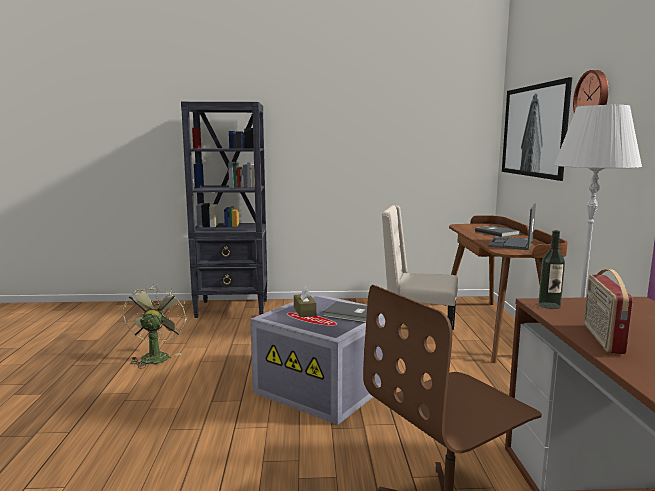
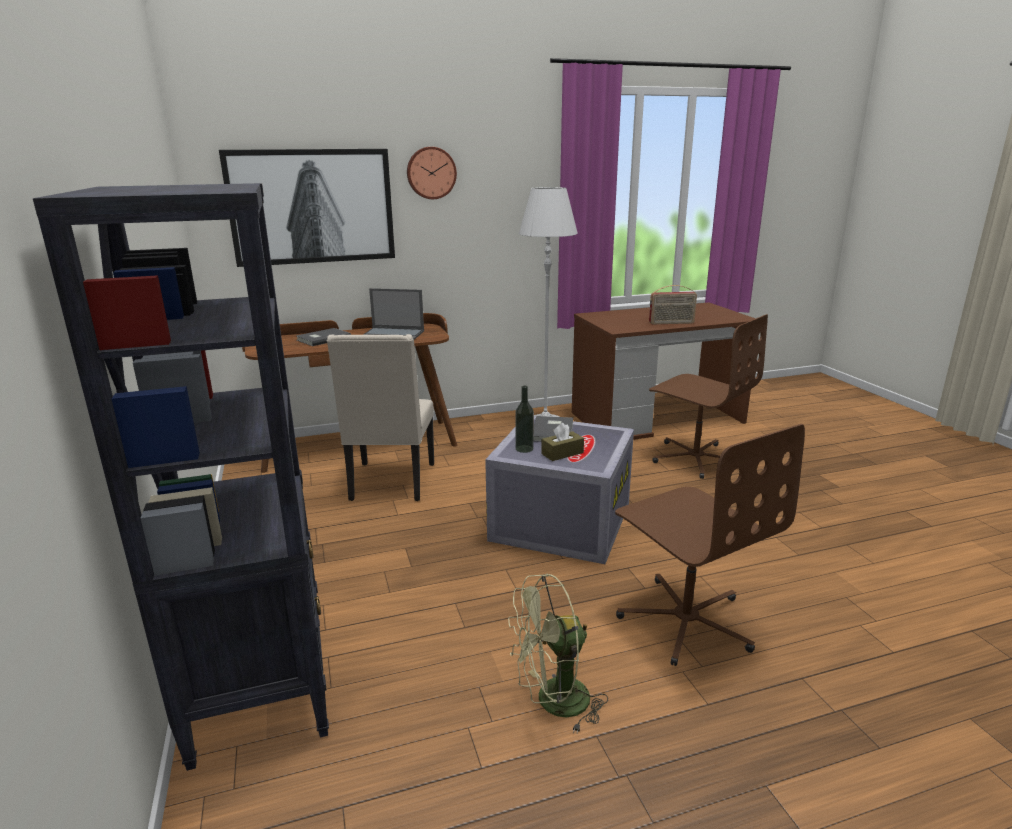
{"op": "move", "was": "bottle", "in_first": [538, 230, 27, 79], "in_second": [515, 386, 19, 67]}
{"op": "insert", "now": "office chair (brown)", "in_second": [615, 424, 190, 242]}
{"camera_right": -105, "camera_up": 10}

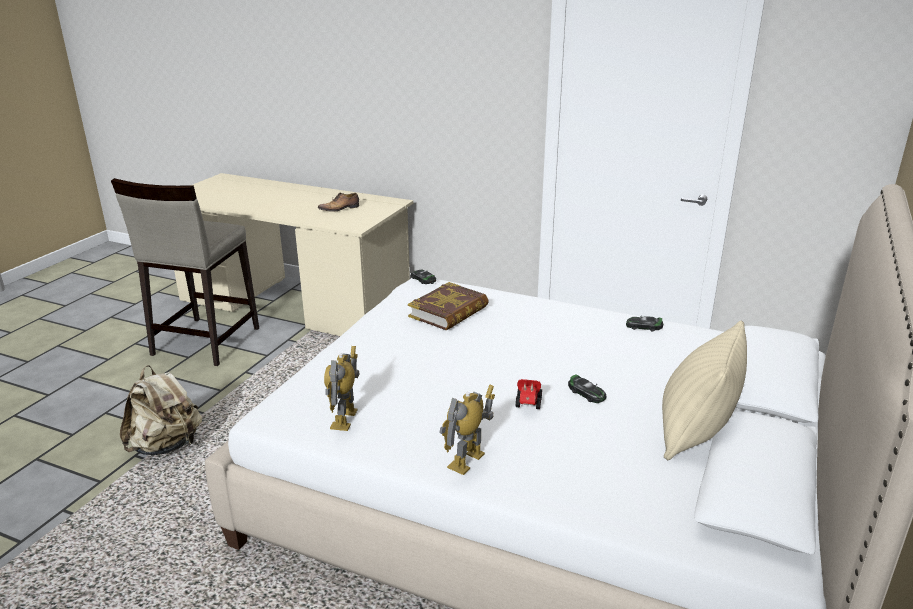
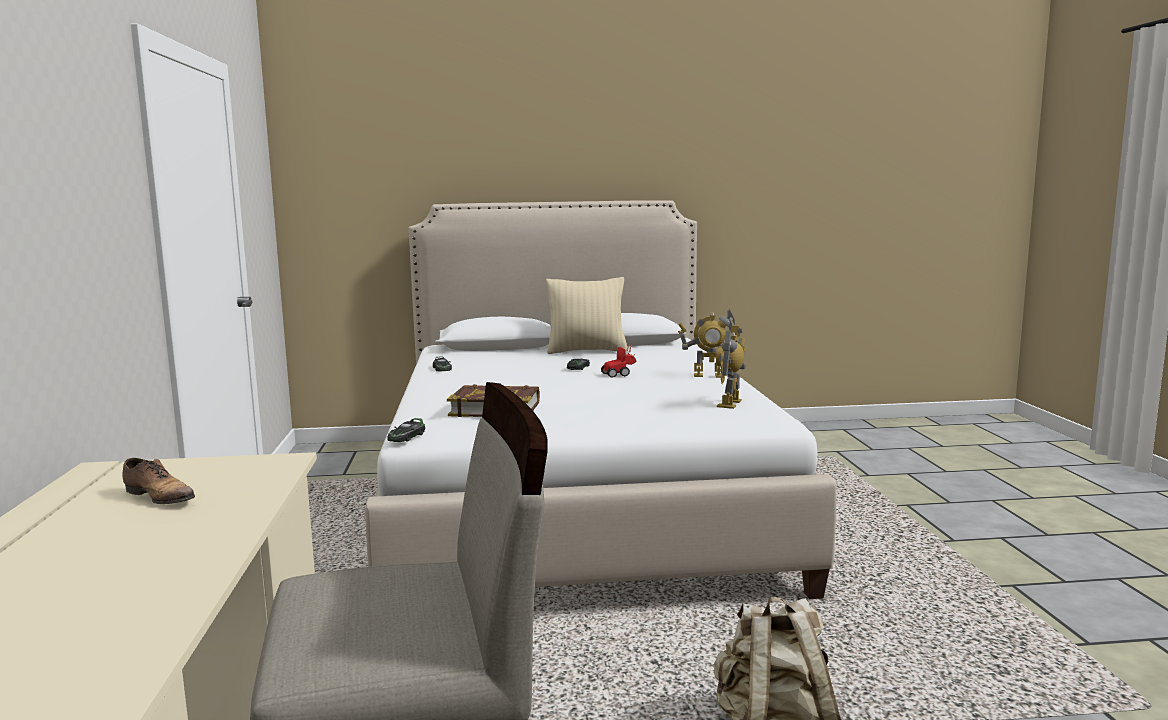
{"op": "rotate", "was": "toy robot", "in_first": [324, 346, 36, 85], "in_second": [716, 331, 30, 78], "clockwise": 135}
{"camera_right": -120, "camera_up": -15}

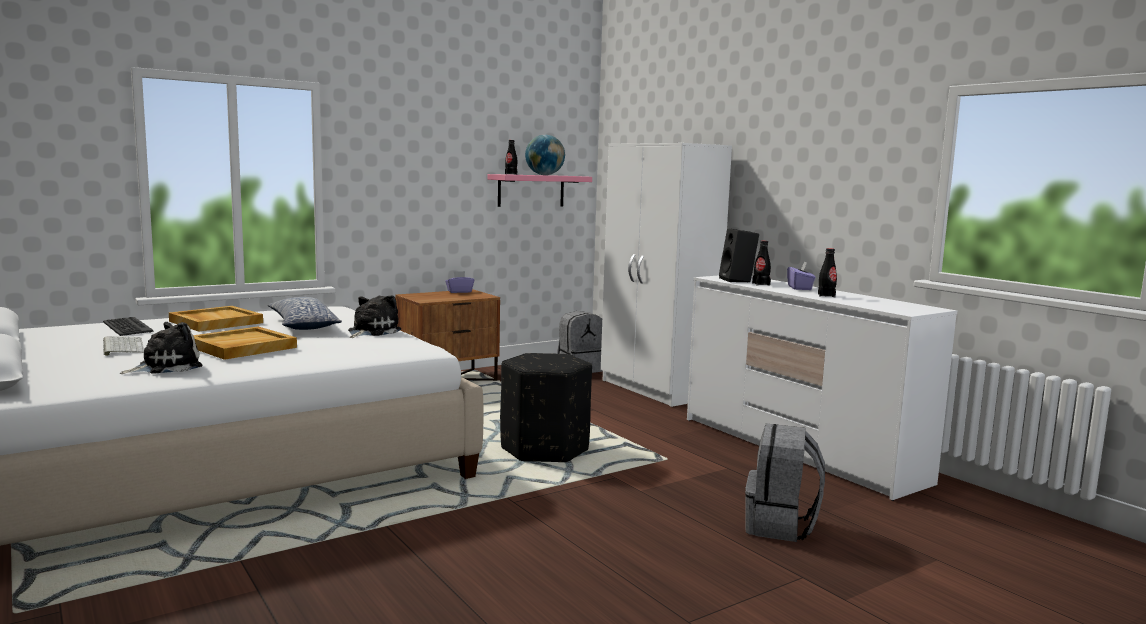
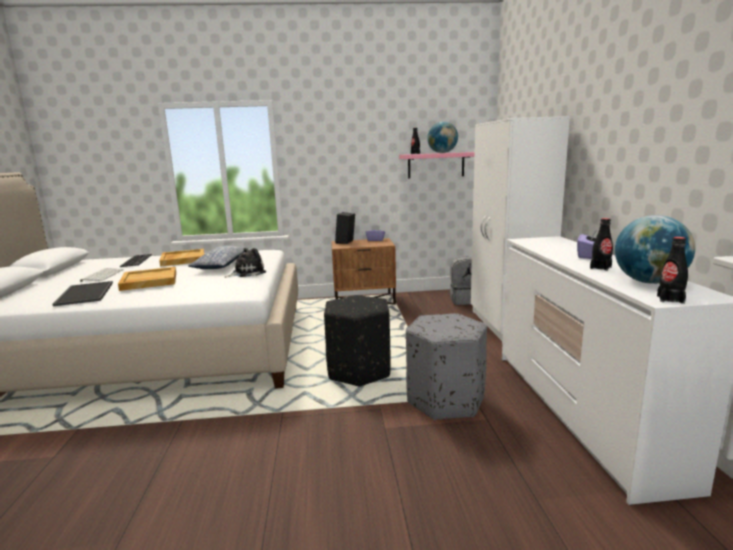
{"op": "replace", "was": "plush toy", "now": "tray", "in_first": [120, 322, 83, 52], "in_second": [53, 281, 60, 25]}
{"op": "move", "was": "speaker (black)", "in_first": [719, 228, 40, 54], "in_second": [335, 212, 20, 32]}
{"op": "delete", "was": "backpack (grey)", "in_first": [745, 424, 80, 118]}
{"op": "move", "was": "bottle (black)", "in_first": [752, 241, 19, 45], "in_second": [657, 237, 31, 67]}
{"op": "insert", "now": "ottoman (grey)", "in_second": [406, 313, 81, 107]}
{"op": "insert", "now": "globe", "in_second": [615, 215, 80, 69]}
{"camera_right": 30, "camera_up": 5}

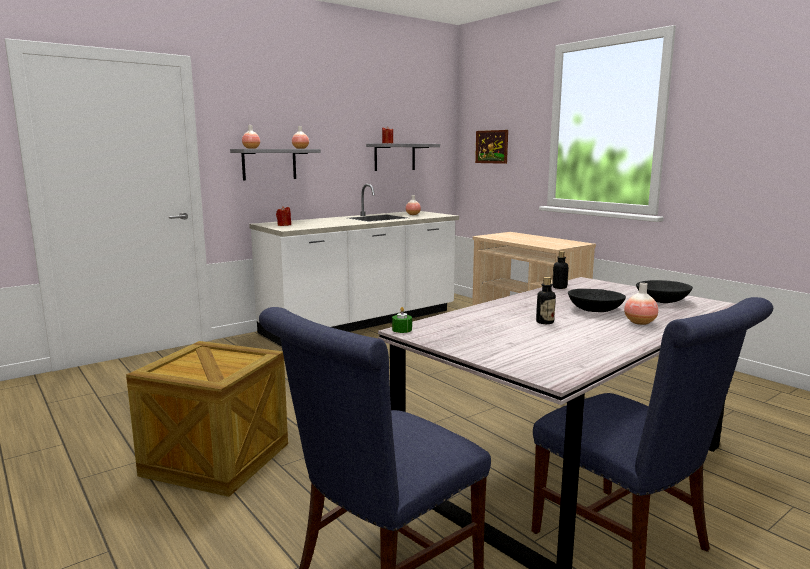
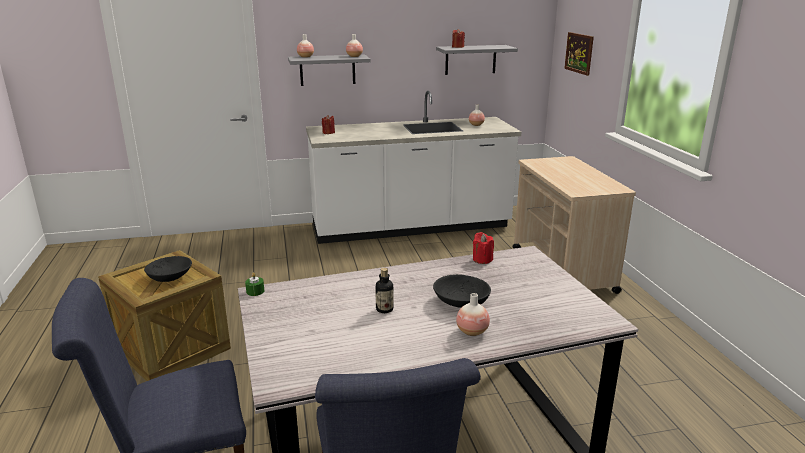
{"op": "replace", "was": "bottle", "now": "candle (red)", "in_first": [552, 251, 17, 38], "in_second": [473, 232, 21, 32]}
{"op": "move", "was": "bowl (black)", "in_first": [636, 280, 57, 23], "in_second": [144, 256, 48, 26]}
{"camera_right": 25, "camera_up": 10}

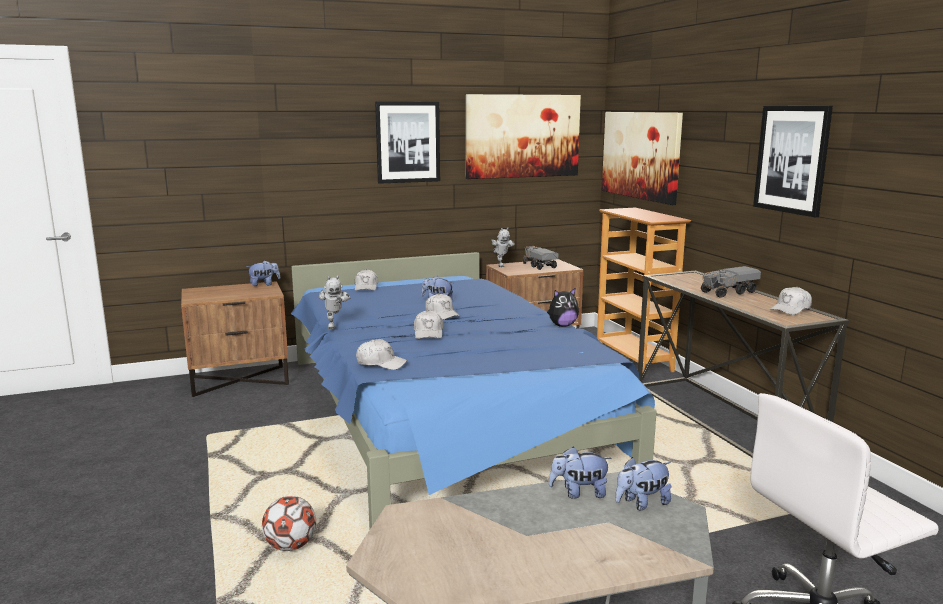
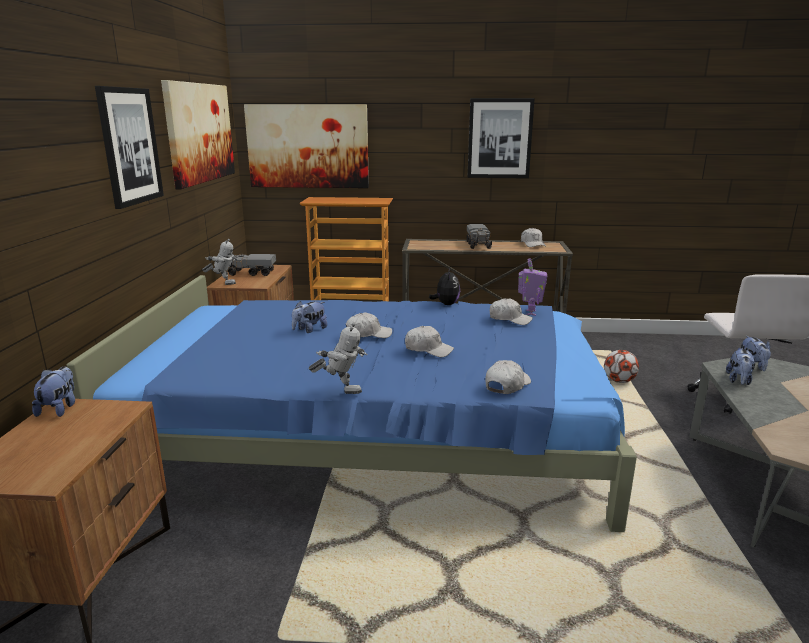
{"op": "move", "was": "football", "in_first": [262, 496, 54, 55], "in_second": [604, 350, 35, 33]}
{"op": "move", "was": "cap (white)", "in_first": [355, 269, 23, 22], "in_second": [490, 298, 43, 27]}
{"op": "insert", "now": "toy robot", "in_second": [518, 258, 29, 58]}
{"camera_right": -65, "camera_up": 5}

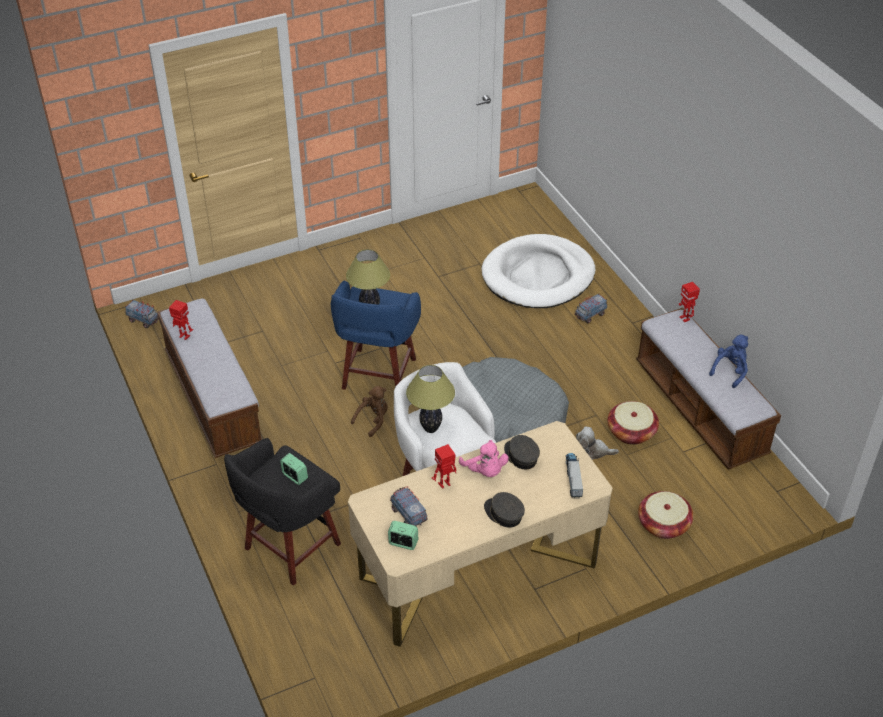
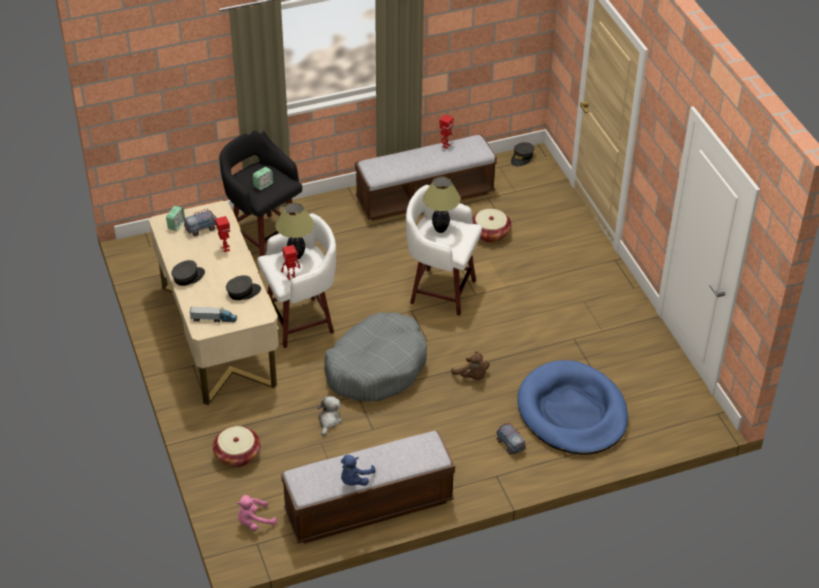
{"op": "replace", "was": "toy truck", "now": "cap (grey)", "in_first": [125, 300, 34, 28], "in_second": [511, 142, 23, 25]}
{"op": "recolor", "was": "stool (blue)", "now": "stool (white)", "in_first": [331, 281, 90, 109], "in_second": [406, 185, 76, 131]}
{"op": "move", "was": "plush toy (brown)", "in_first": [351, 386, 37, 51], "in_second": [451, 351, 38, 29]}
{"op": "move", "was": "plush toy (pink)", "in_first": [459, 440, 50, 37], "in_second": [236, 495, 41, 36]}
{"op": "recolor", "was": "dog bed (white)", "now": "dog bed (blue)", "in_first": [481, 234, 114, 74], "in_second": [517, 360, 111, 95]}
{"op": "move", "was": "basket", "in_first": [608, 401, 51, 44], "in_second": [472, 209, 40, 34]}
{"op": "move", "was": "toy robot", "in_first": [678, 282, 22, 40], "in_second": [281, 245, 19, 35]}
{"op": "rotate", "was": "plush toy (blue)", "in_first": [709, 335, 39, 53], "in_second": [341, 455, 35, 31], "clockwise": 75}
{"camera_right": 95, "camera_up": 0}

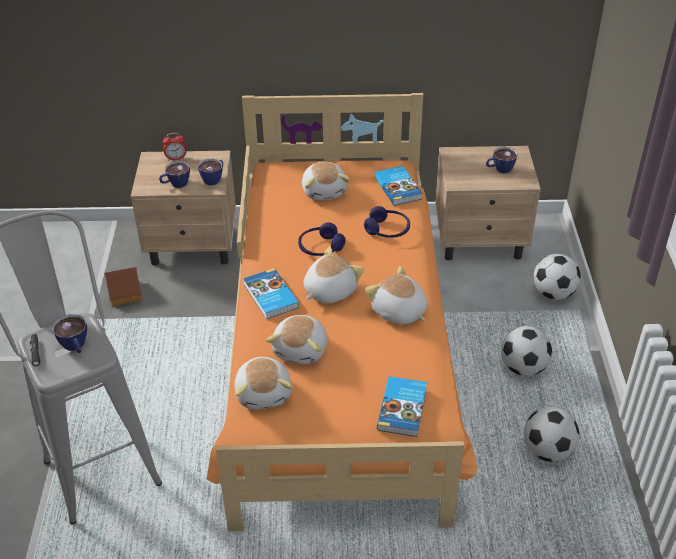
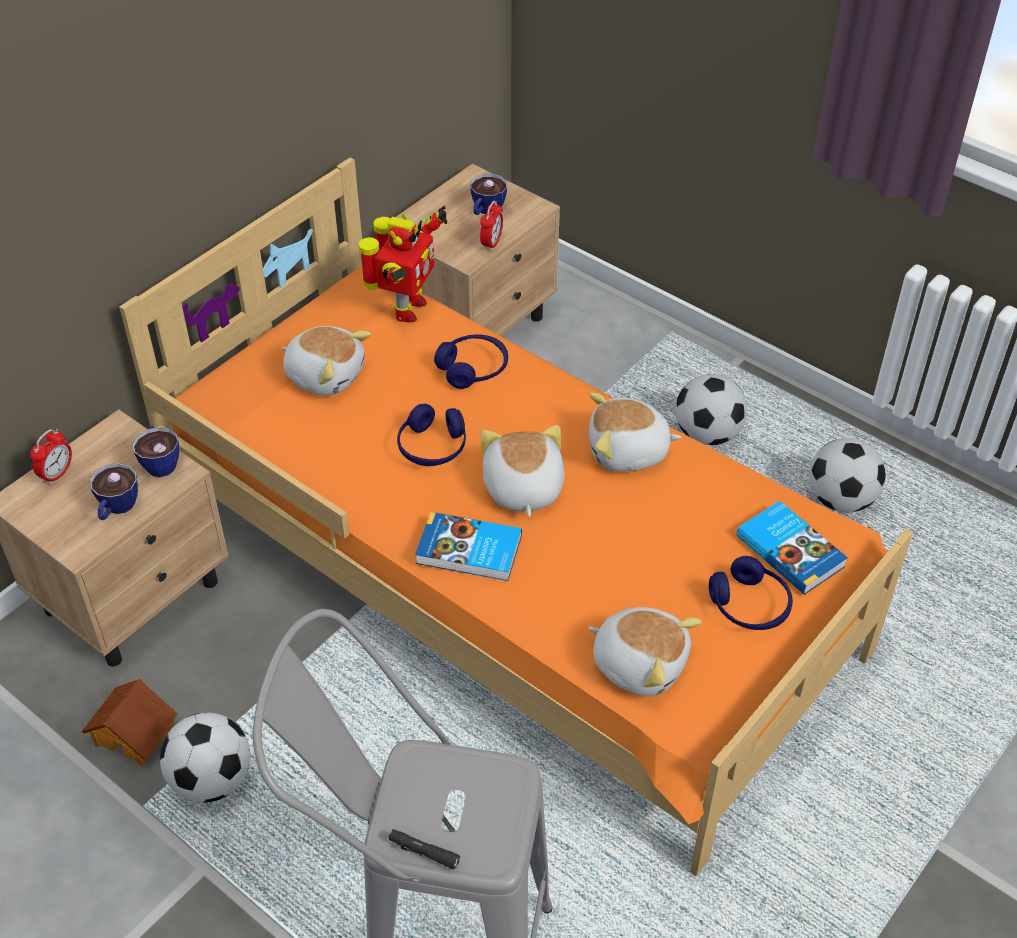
{"op": "delete", "was": "cup", "in_first": [52, 314, 35, 39]}
{"op": "delete", "was": "plush toy", "in_first": [266, 315, 61, 49]}
{"op": "replace", "was": "book", "now": "toy robot", "in_first": [374, 166, 49, 40], "in_second": [358, 206, 89, 117]}
{"op": "move", "was": "football", "in_first": [534, 254, 47, 46], "in_second": [160, 713, 90, 90]}
{"op": "insert", "now": "alarm clock", "in_second": [480, 201, 23, 51]}
{"op": "insert", "now": "headphones (blue)", "in_second": [709, 556, 84, 74]}
{"camera_right": -50, "camera_up": 5}

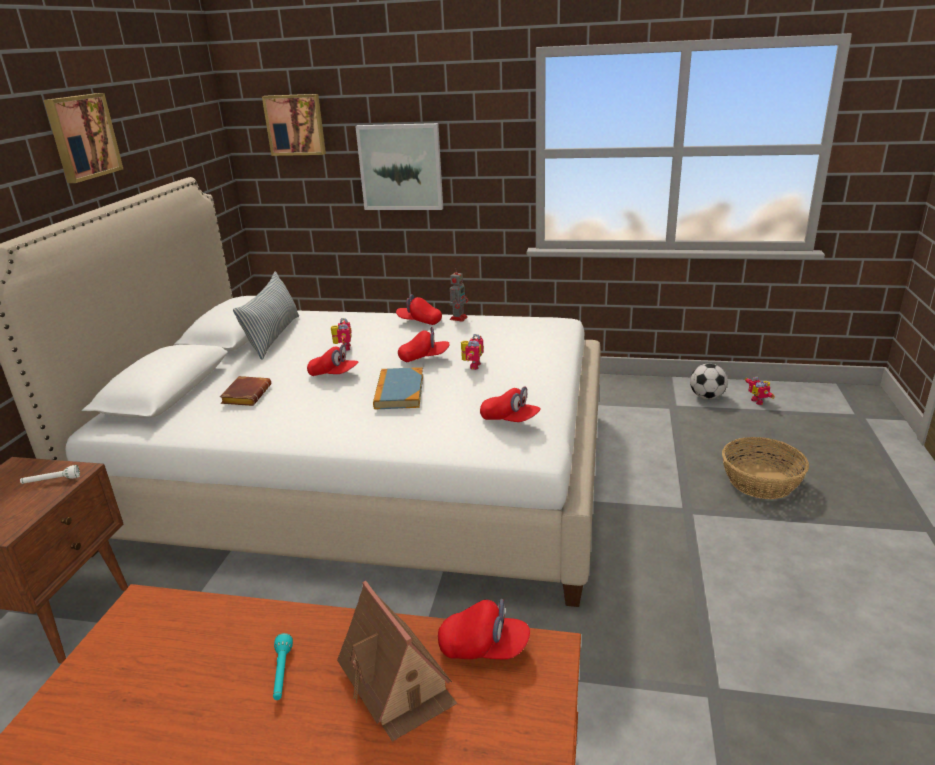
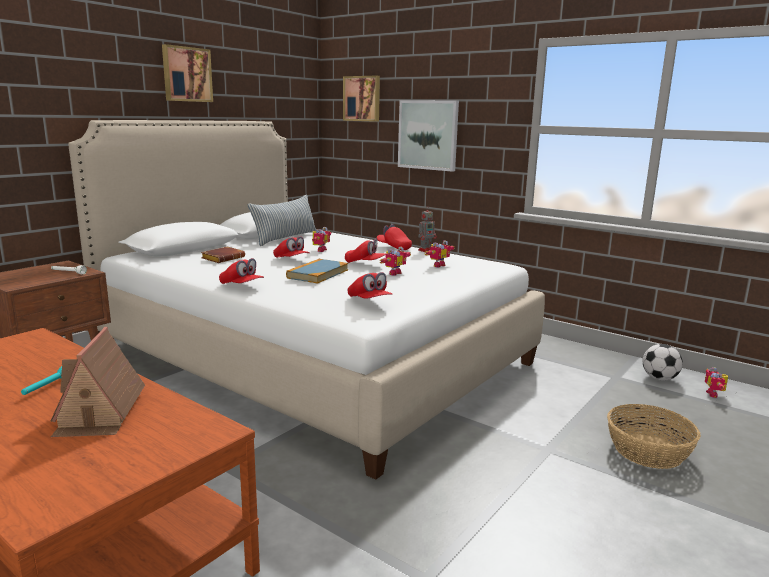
{"op": "move", "was": "cap (red)", "in_first": [438, 599, 92, 60], "in_second": [219, 258, 45, 26]}
{"op": "insert", "now": "toy robot", "in_second": [425, 240, 30, 27]}
{"camera_right": 25, "camera_up": -10}

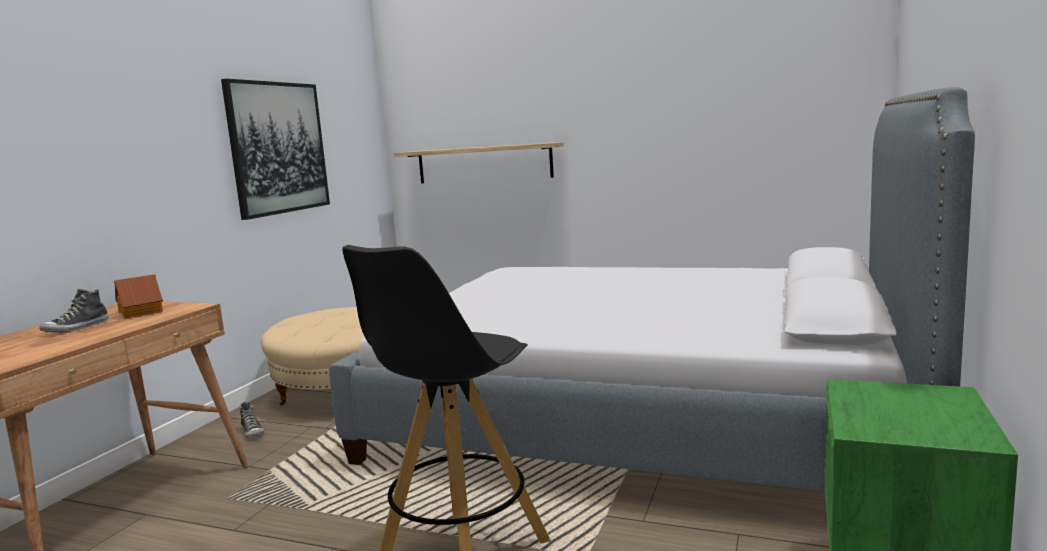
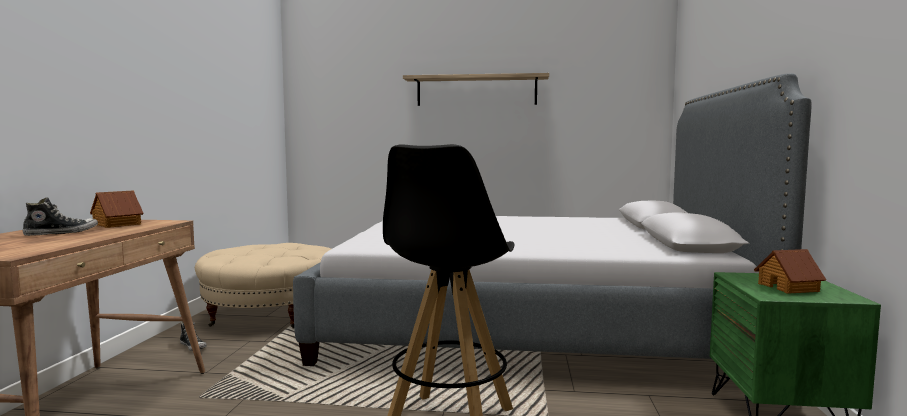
{"op": "rotate", "was": "shoe", "in_first": [39, 289, 70, 43], "in_second": [23, 197, 75, 39], "clockwise": -150}
{"op": "delete", "was": "picture", "in_first": [221, 79, 109, 141]}
{"op": "move", "was": "shelf", "in_first": [394, 142, 170, 41], "in_second": [403, 73, 146, 33]}
{"op": "insert", "now": "toy house", "in_second": [754, 249, 72, 45]}
{"camera_right": -15, "camera_up": -5}

